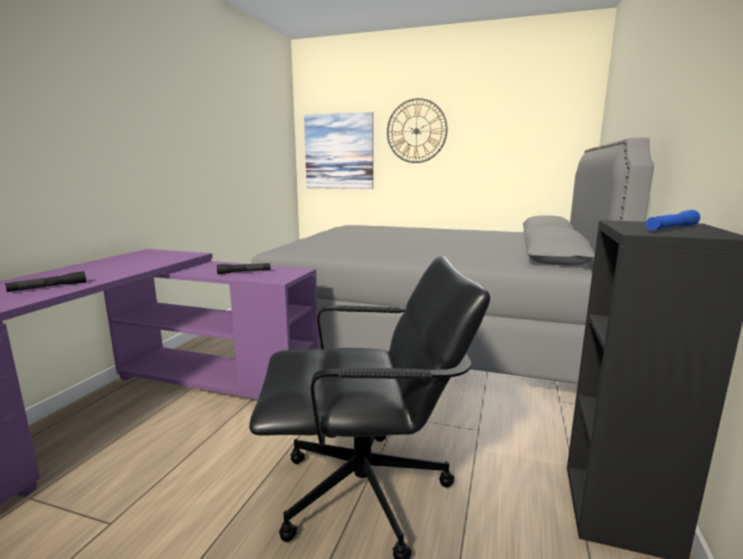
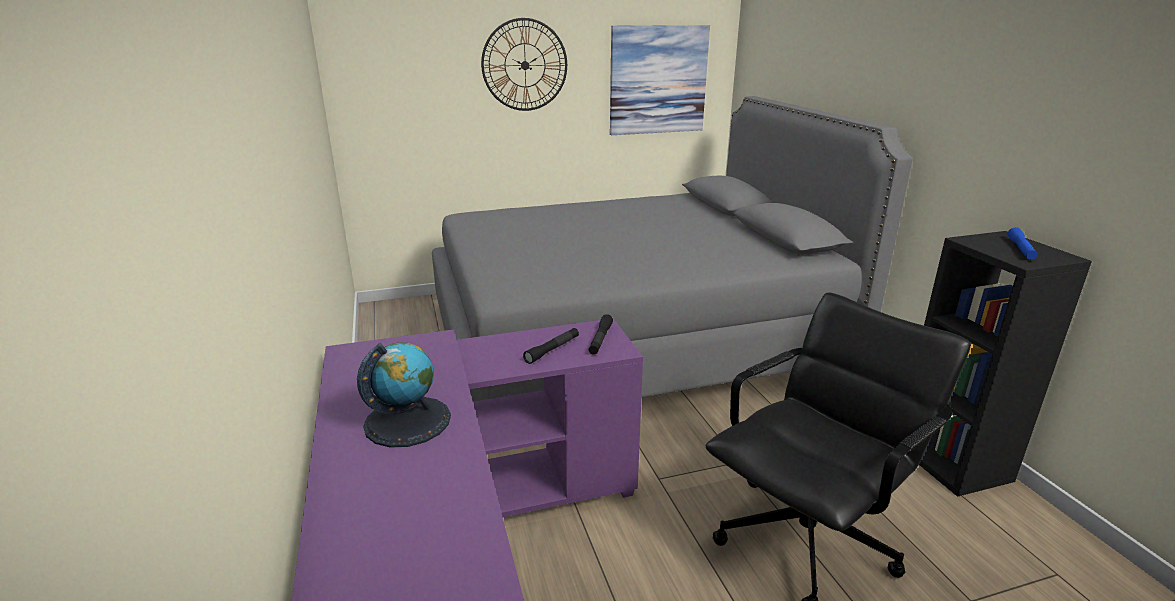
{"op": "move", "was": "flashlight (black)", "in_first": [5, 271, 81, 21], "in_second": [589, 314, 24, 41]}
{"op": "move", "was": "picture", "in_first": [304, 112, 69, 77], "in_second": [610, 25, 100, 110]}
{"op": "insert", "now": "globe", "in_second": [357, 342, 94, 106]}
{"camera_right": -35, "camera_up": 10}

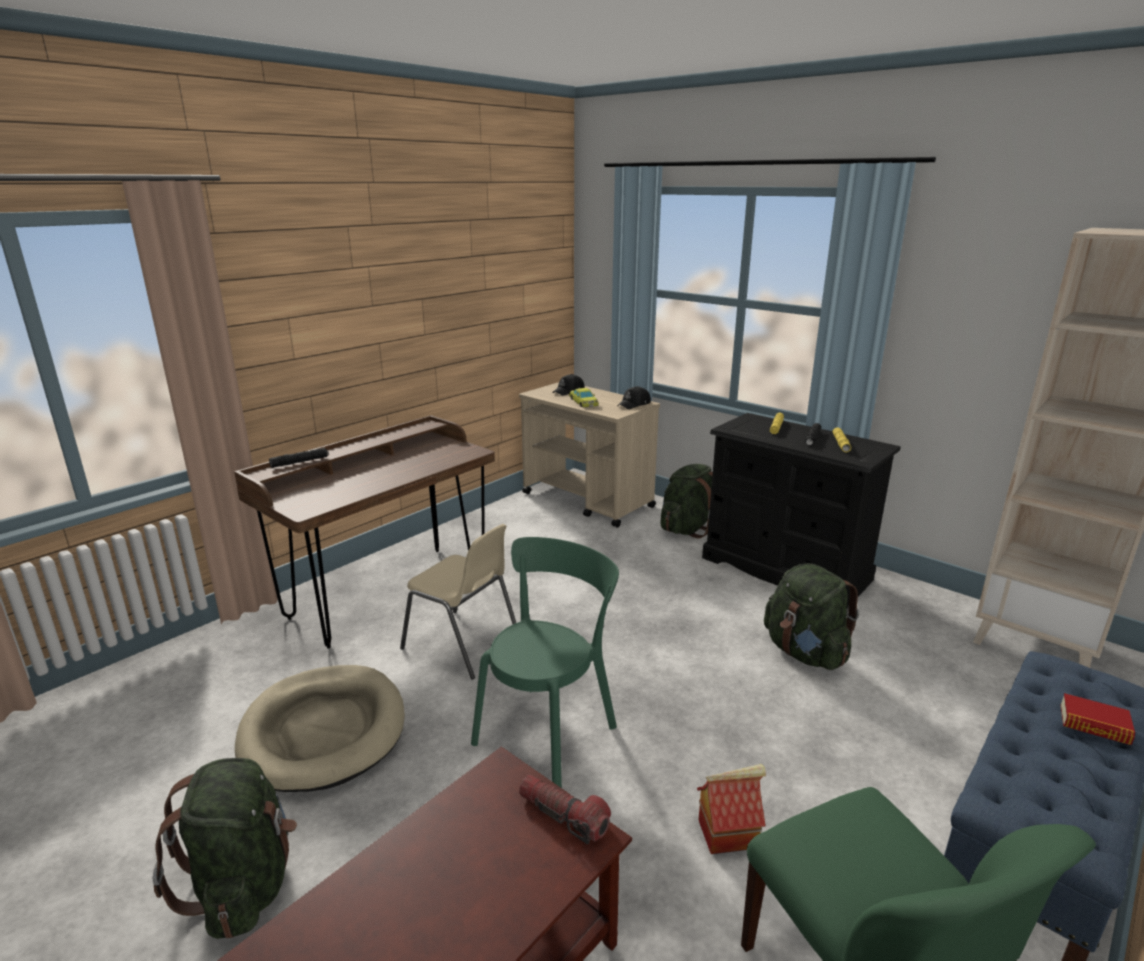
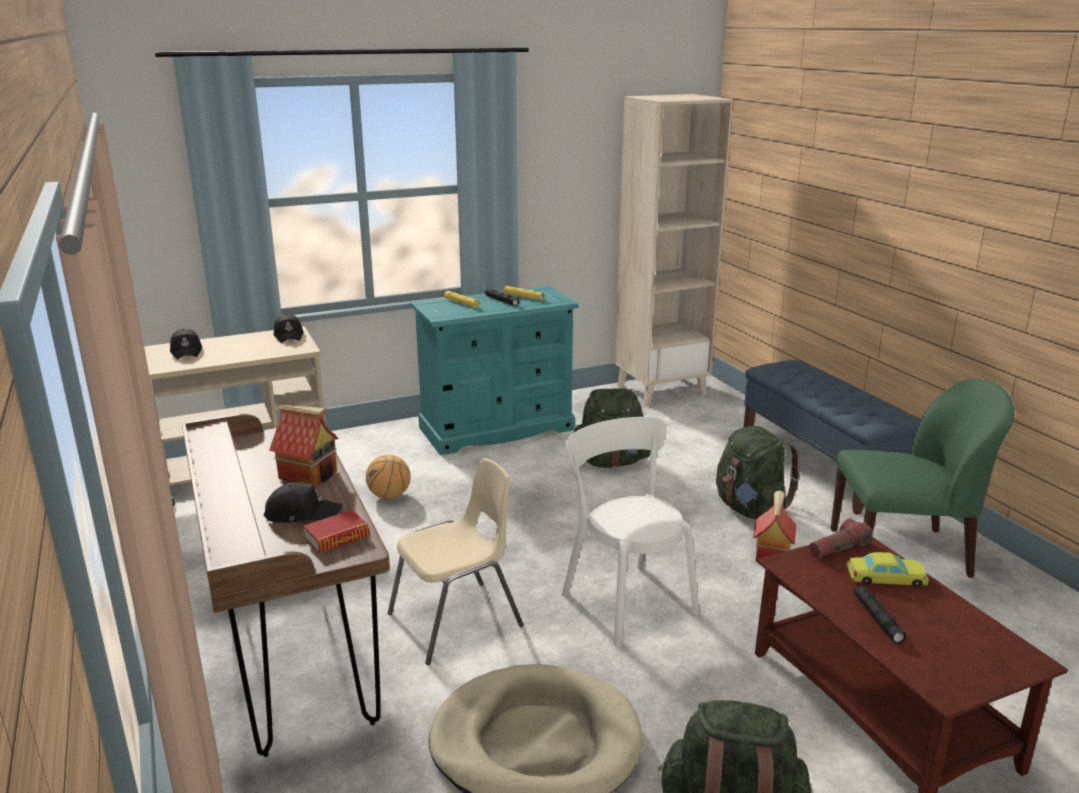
{"op": "move", "was": "flashlight (black)", "in_first": [269, 448, 60, 20], "in_second": [853, 586, 53, 58]}
{"op": "recolor", "was": "chair (green)", "now": "chair (white)", "in_first": [471, 537, 148, 251], "in_second": [561, 417, 138, 230]}
{"op": "move", "was": "toy car (yellow)", "in_first": [569, 388, 30, 19], "in_second": [846, 552, 83, 35]}
{"op": "move", "was": "backpack (green)", "in_first": [660, 464, 53, 74], "in_second": [716, 426, 85, 93]}
{"op": "recolor", "was": "dresser (black)", "now": "dresser (turquoise)", "in_first": [702, 413, 199, 195], "in_second": [410, 286, 169, 169]}
{"op": "move", "was": "book", "in_first": [1060, 693, 75, 52], "in_second": [303, 510, 66, 43]}
{"op": "insert", "now": "cap (black)", "in_second": [264, 482, 78, 40]}
{"op": "insert", "now": "toy house", "in_second": [269, 405, 69, 82]}
{"op": "insert", "now": "basketball", "in_second": [366, 455, 45, 44]}
{"camera_right": -65, "camera_up": 0}

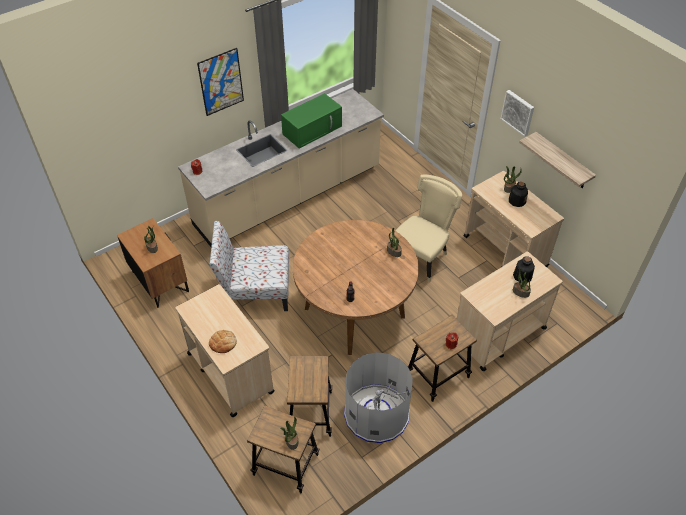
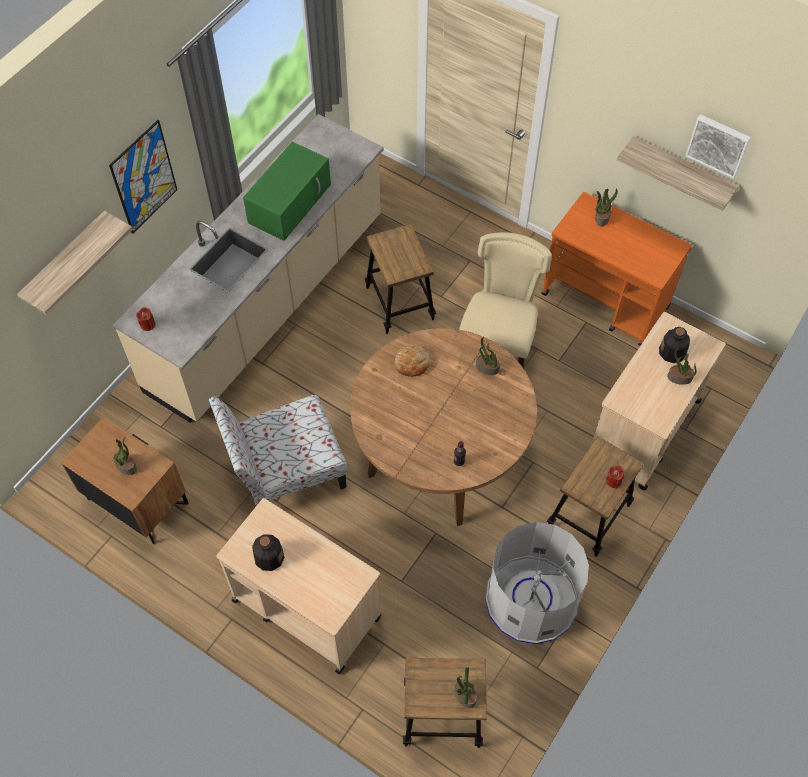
{"op": "move", "was": "bread", "in_first": [209, 330, 28, 23], "in_second": [395, 345, 35, 32]}
{"op": "move", "was": "stool", "in_first": [287, 356, 45, 81], "in_second": [365, 224, 71, 110]}
{"op": "recolor", "was": "cart (beige)", "now": "cart (orange)", "in_first": [464, 171, 100, 97], "in_second": [541, 192, 151, 154]}
{"op": "move", "was": "picture", "in_first": [500, 90, 34, 47], "in_second": [685, 114, 66, 65]}
{"op": "move", "was": "bottle", "in_first": [509, 182, 19, 25], "in_second": [252, 534, 32, 37]}
{"op": "insert", "now": "shelf", "in_second": [17, 211, 116, 104]}
{"camera_right": -20, "camera_up": 10}

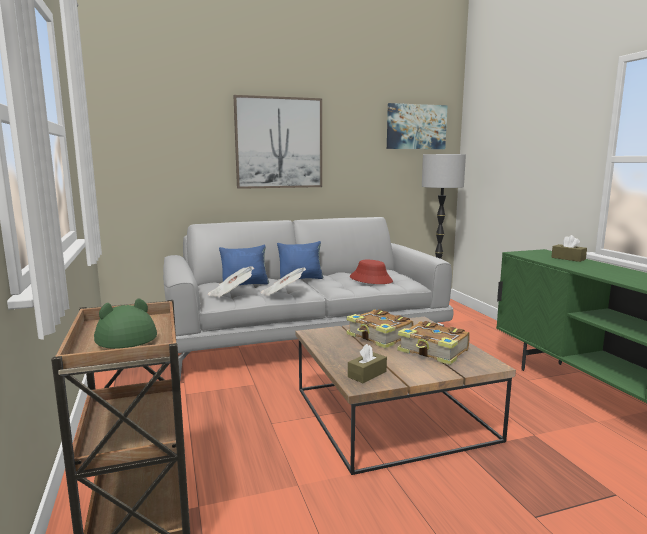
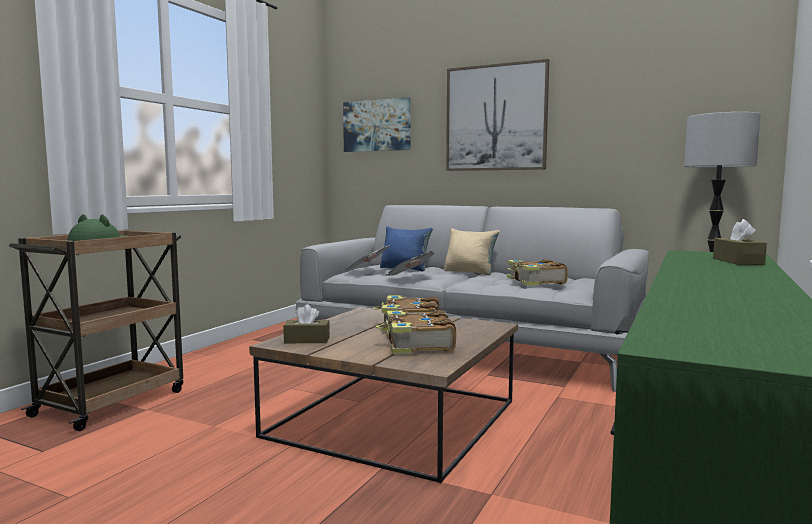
{"op": "recolor", "was": "pillow (blue)", "now": "pillow (beige)", "in_first": [277, 241, 46, 38], "in_second": [444, 228, 56, 48]}
{"op": "replace", "was": "hat (red)", "now": "book", "in_first": [350, 260, 43, 24], "in_second": [507, 259, 61, 27]}
{"op": "move", "was": "picture", "in_first": [387, 103, 61, 46], "in_second": [343, 97, 68, 55]}
{"camera_right": 45, "camera_up": -5}

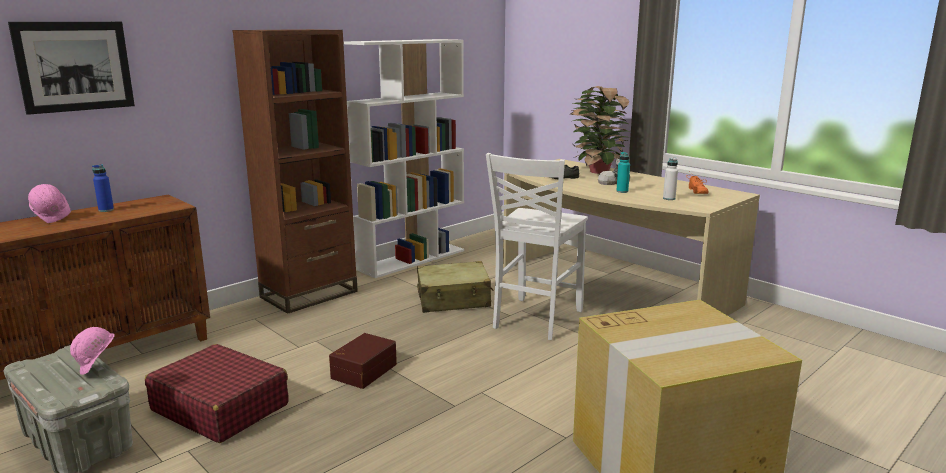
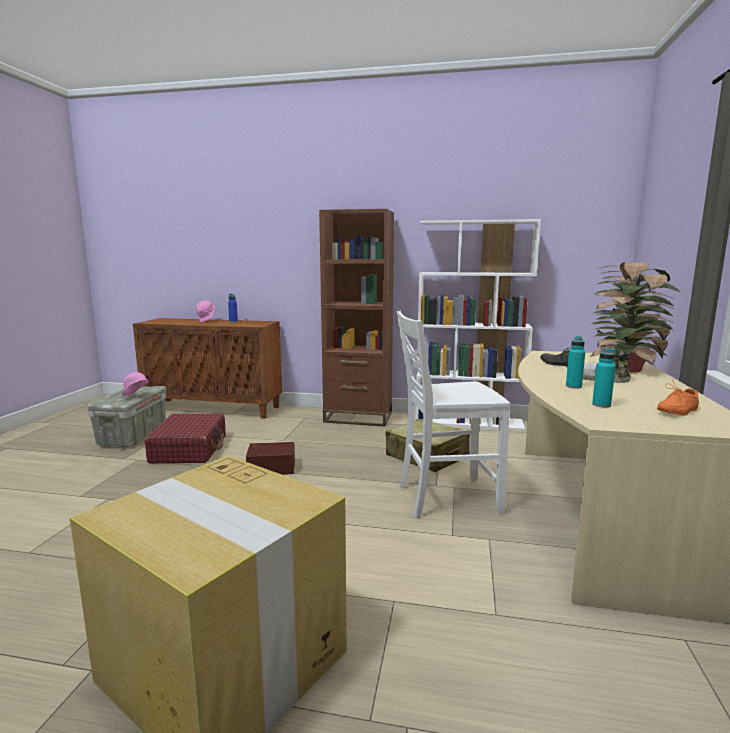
{"op": "delete", "was": "picture", "in_first": [8, 22, 127, 93]}
{"op": "recolor", "was": "bottle (white)", "now": "bottle (turquoise)", "in_first": [663, 158, 15, 42], "in_second": [592, 348, 24, 59]}
{"camera_right": 55, "camera_up": -5}

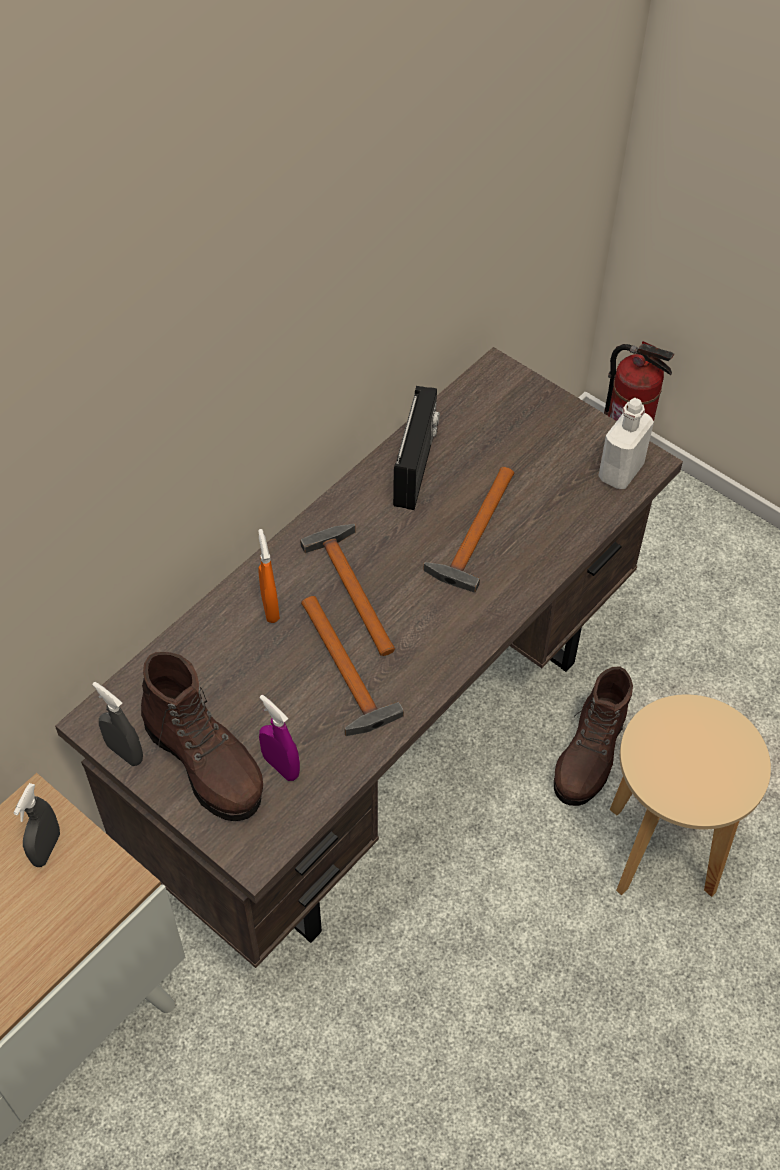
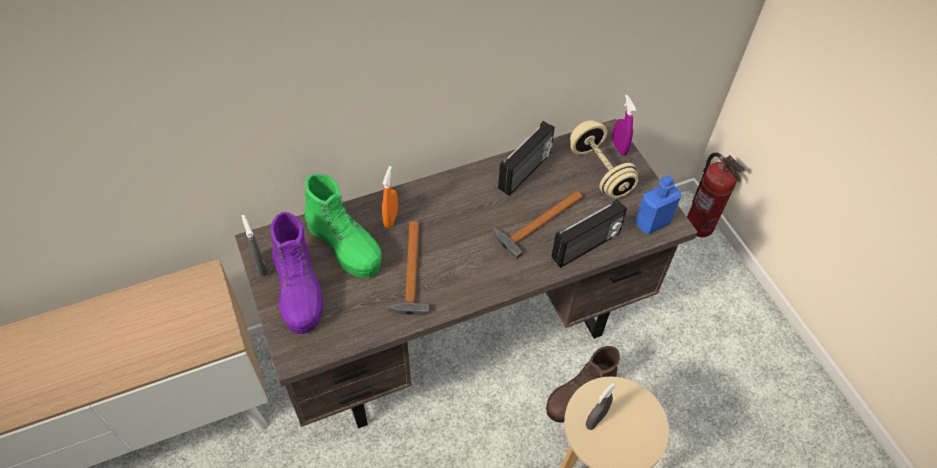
{"op": "move", "was": "spray bottle (grey)", "in_first": [14, 783, 46, 84], "in_second": [586, 383, 29, 47]}
{"op": "recolor", "was": "boot (brown)", "now": "boot (purple)", "in_first": [141, 652, 122, 169], "in_second": [270, 212, 53, 122]}
{"op": "move", "was": "spray bottle (purple)", "in_first": [259, 695, 41, 86], "in_second": [612, 95, 24, 60]}
{"op": "delete", "was": "hammer", "in_first": [300, 524, 95, 132]}
{"op": "recolor", "was": "bottle (white)", "now": "bottle (blue)", "in_first": [598, 398, 56, 91], "in_second": [636, 176, 45, 58]}
{"op": "insert", "now": "boot (green)", "in_second": [305, 174, 77, 104]}
{"op": "insert", "now": "radio", "in_second": [551, 199, 76, 69]}
{"op": "insert", "now": "dumbbell (beige)", "in_second": [570, 120, 68, 78]}
{"camera_right": 25, "camera_up": 0}

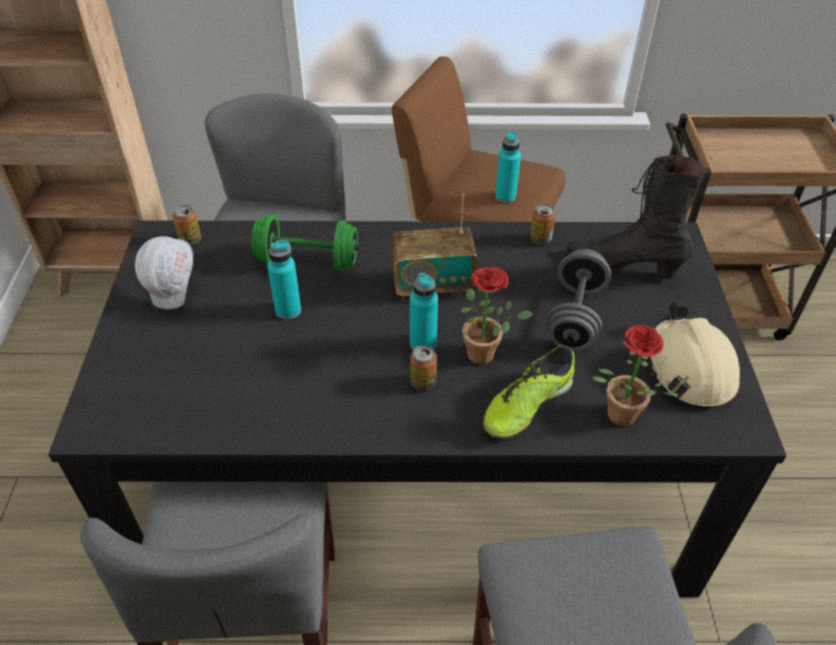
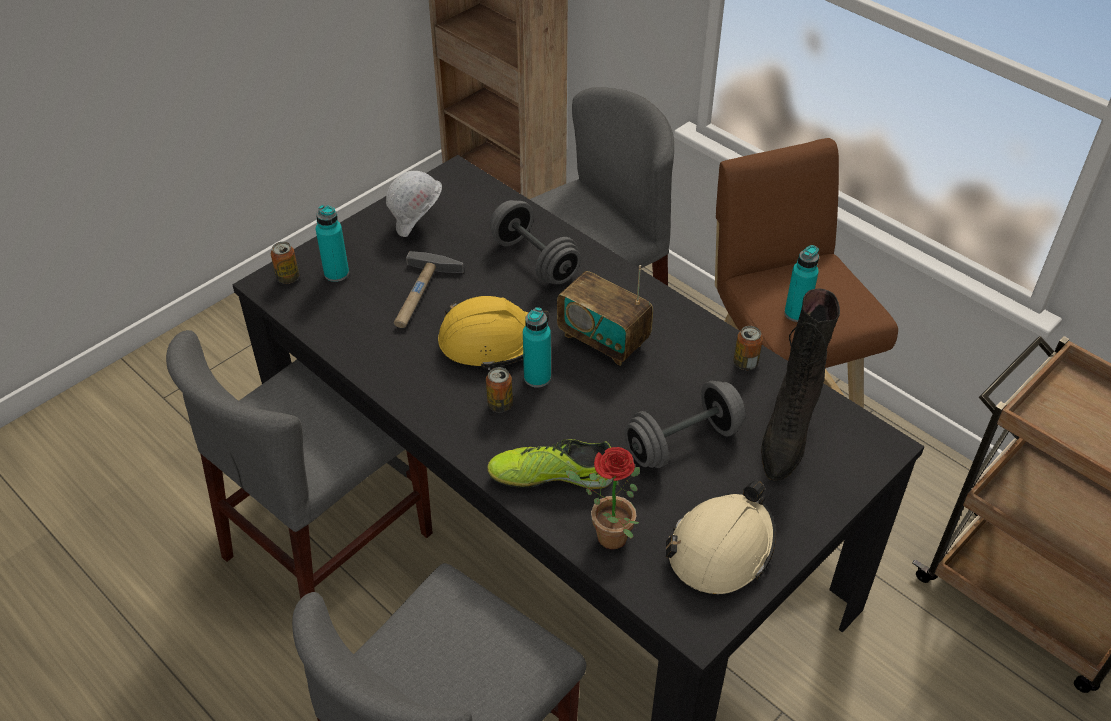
{"op": "move", "was": "can", "in_first": [173, 205, 29, 41], "in_second": [271, 242, 28, 42]}
{"op": "recolor", "was": "dumbbell (green)", "now": "dumbbell (grey)", "in_first": [251, 214, 109, 57], "in_second": [490, 200, 91, 84]}
{"op": "move", "was": "bottle (turquoise)", "in_first": [267, 240, 34, 80], "in_second": [316, 205, 33, 77]}
{"op": "delete", "was": "potted plant", "in_first": [461, 267, 72, 98]}
{"op": "rotate", "was": "boot (black)", "in_first": [565, 155, 141, 124], "in_second": [761, 289, 79, 192], "clockwise": -135}
{"op": "insert", "now": "hammer", "in_second": [394, 251, 70, 77]}
{"op": "insert", "now": "hard hat (yellow)", "in_second": [438, 296, 111, 74]}
{"camera_right": 45, "camera_up": 0}

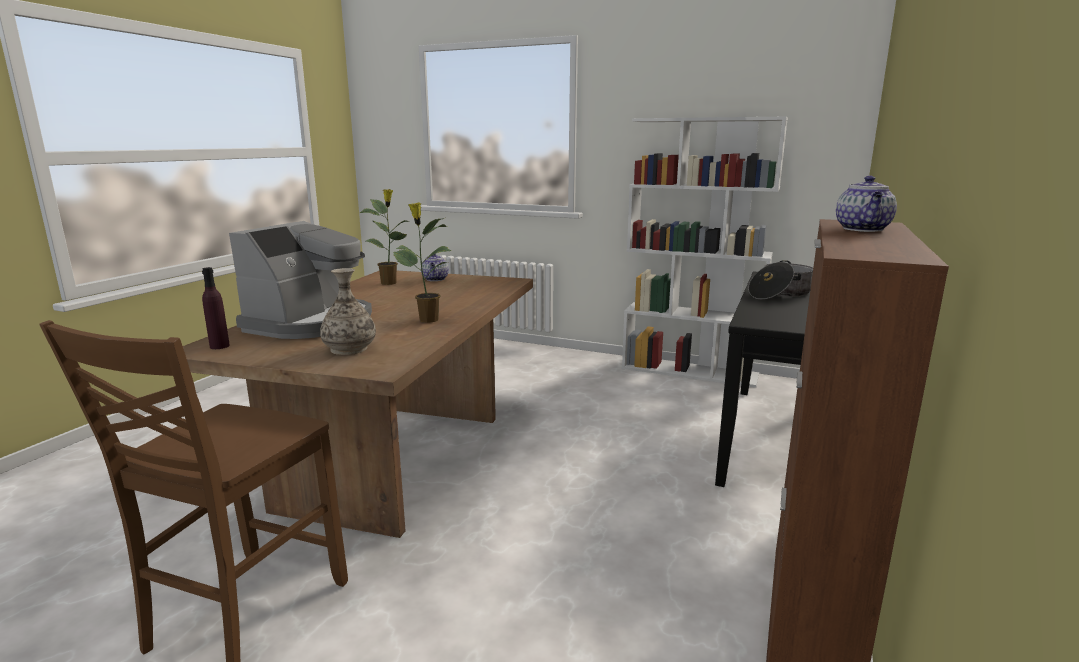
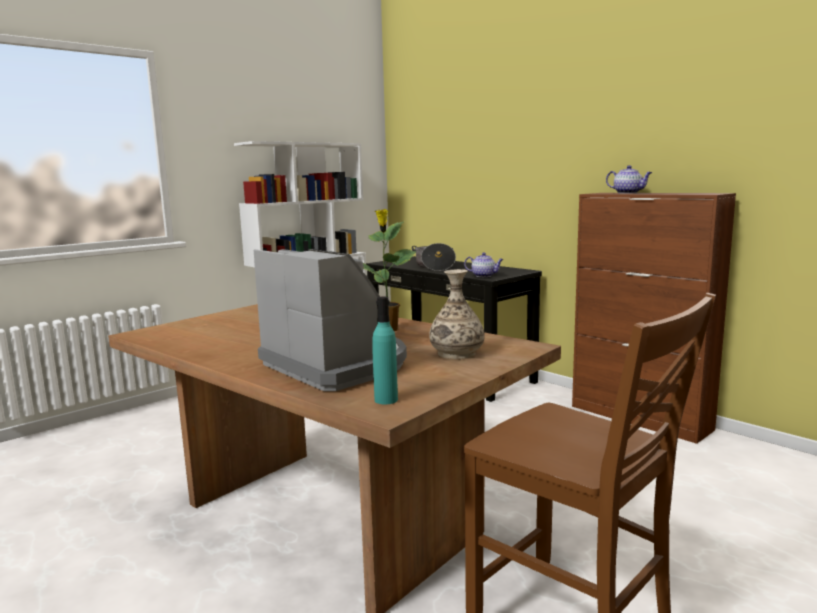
{"op": "recolor", "was": "bottle (purple)", "now": "bottle (turquoise)", "in_first": [202, 267, 28, 82], "in_second": [372, 297, 26, 107]}
{"op": "delete", "was": "potted plant", "in_first": [360, 189, 48, 96]}
{"op": "move", "was": "teapot", "in_first": [421, 254, 28, 27], "in_second": [464, 253, 40, 24]}
{"camera_right": -65, "camera_up": -5}

